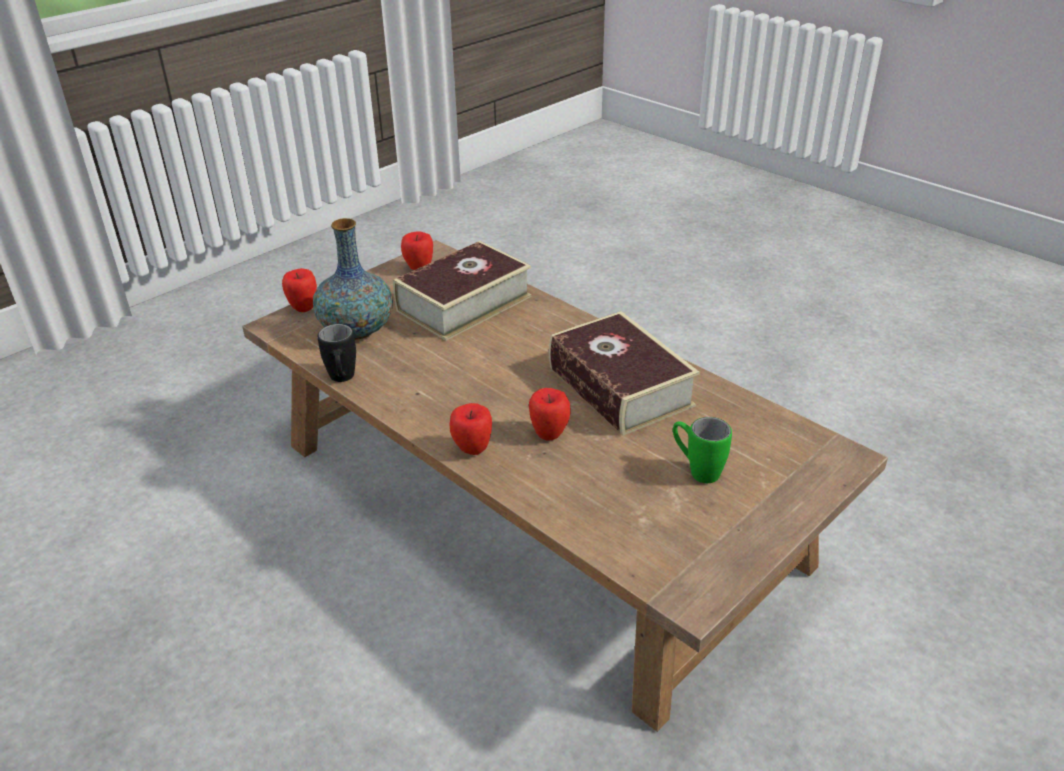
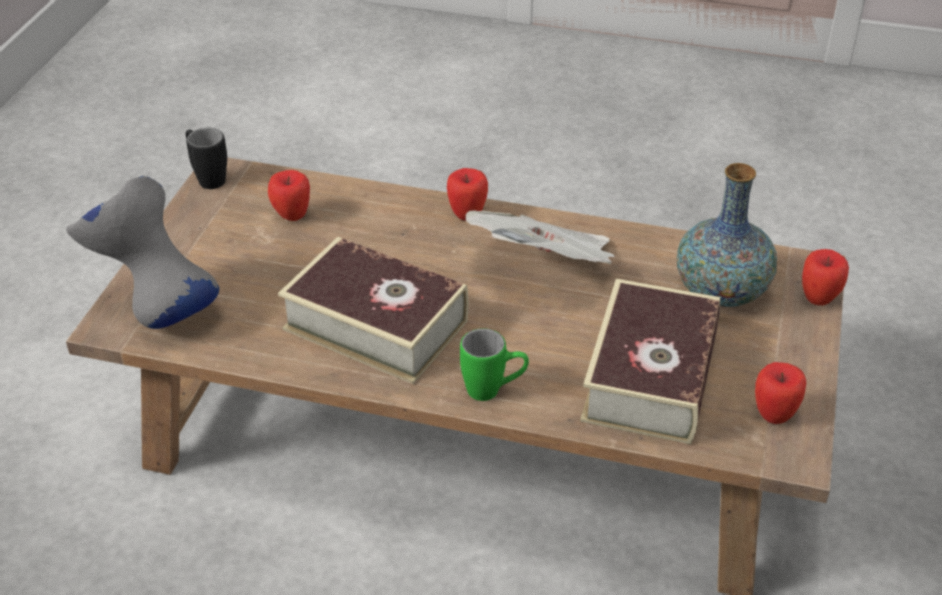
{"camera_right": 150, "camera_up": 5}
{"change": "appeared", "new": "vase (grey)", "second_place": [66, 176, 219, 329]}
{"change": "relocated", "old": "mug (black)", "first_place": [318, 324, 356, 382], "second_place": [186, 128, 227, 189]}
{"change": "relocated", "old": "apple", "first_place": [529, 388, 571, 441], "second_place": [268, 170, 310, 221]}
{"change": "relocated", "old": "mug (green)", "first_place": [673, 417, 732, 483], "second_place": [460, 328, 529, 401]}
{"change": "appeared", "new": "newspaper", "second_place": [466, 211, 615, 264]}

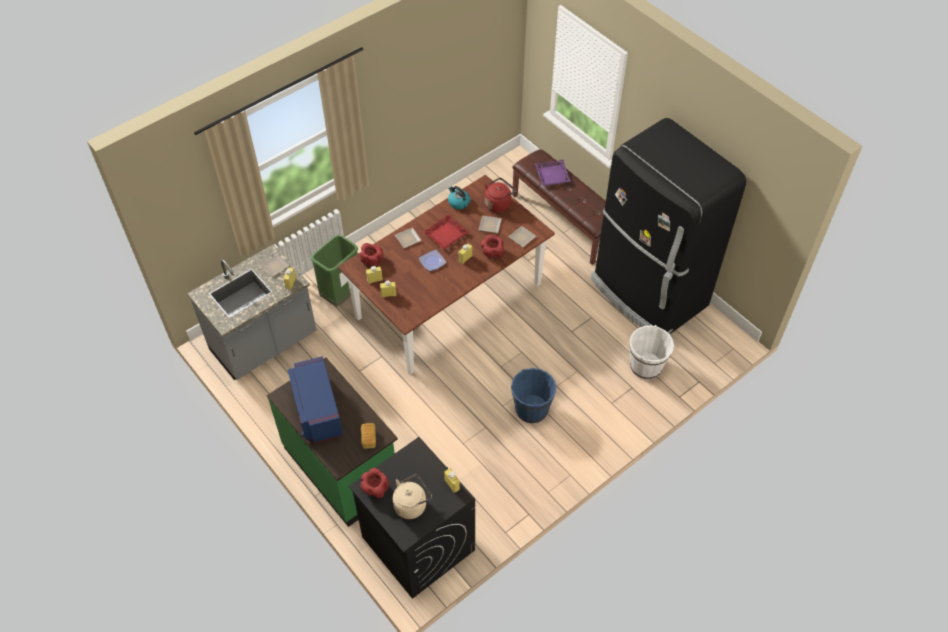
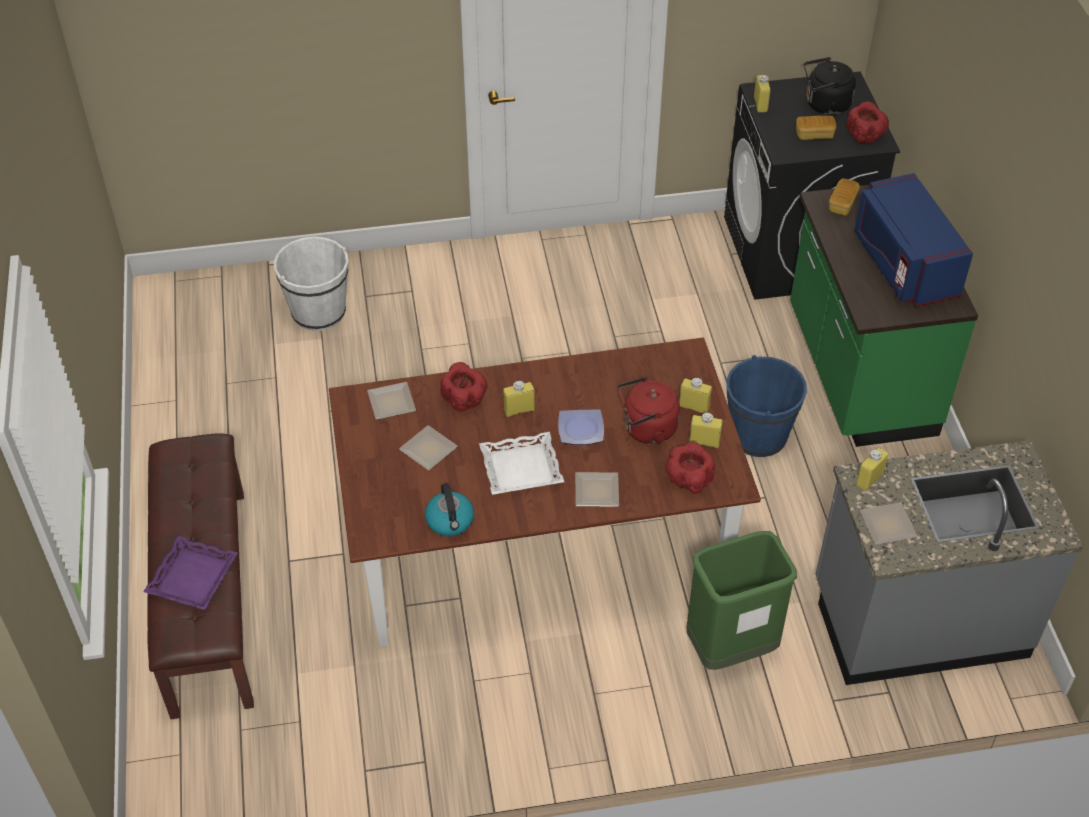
{"camera_right": -150, "camera_up": -5}
{"change": "colour", "old": "tray (red)", "new": "tray (white)", "first_place": [423, 214, 469, 250], "second_place": [479, 432, 564, 495]}
{"change": "relocated", "old": "kettle (red)", "first_place": [485, 178, 517, 212], "second_place": [617, 377, 680, 444]}
{"change": "relocated", "old": "bucket (blue)", "first_place": [511, 368, 556, 423], "second_place": [727, 355, 807, 457]}
{"change": "appeared", "new": "bread", "second_place": [796, 116, 836, 140]}
{"change": "colour", "old": "kettle (beige)", "new": "kettle (black)", "first_place": [393, 475, 432, 519], "second_place": [804, 57, 856, 115]}
{"change": "spun", "old": "microwave (blue)", "first_place": [288, 356, 343, 444], "second_place": [854, 173, 973, 307], "degrees": 150}
{"change": "missing", "old": "fridge (black)", "first_place": [591, 118, 746, 334]}

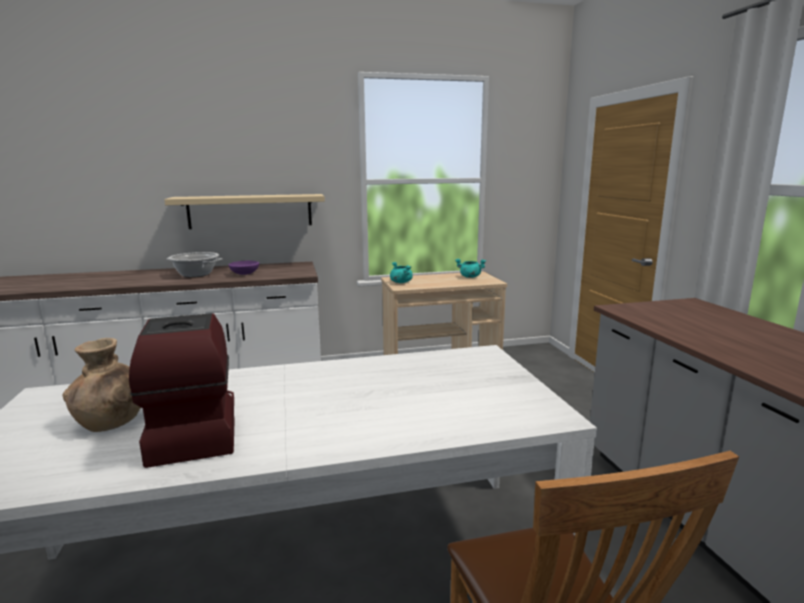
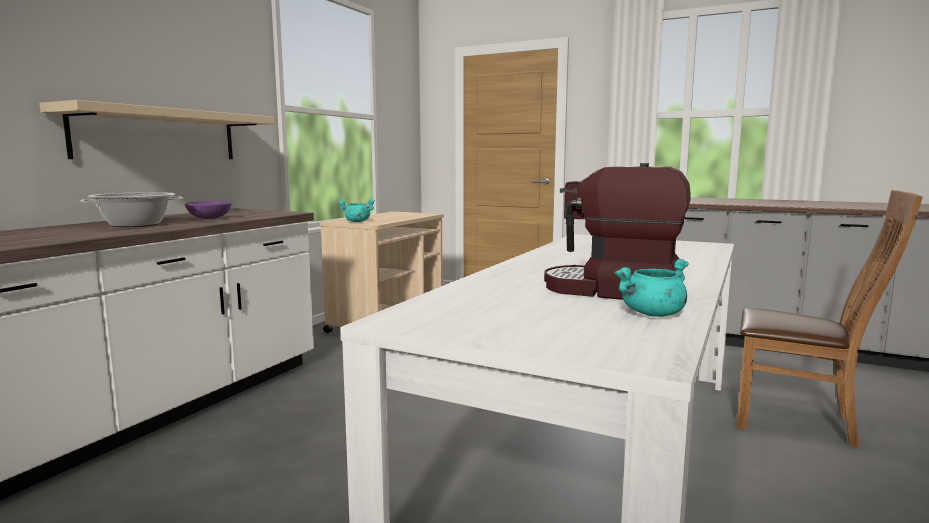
{"camera_right": -50, "camera_up": -5}
{"change": "relocated", "old": "cooking pot (turquoise)", "first_place": [455, 259, 486, 278], "second_place": [615, 259, 689, 317]}
{"change": "missing", "old": "vase (brown)", "first_place": [62, 338, 141, 432]}

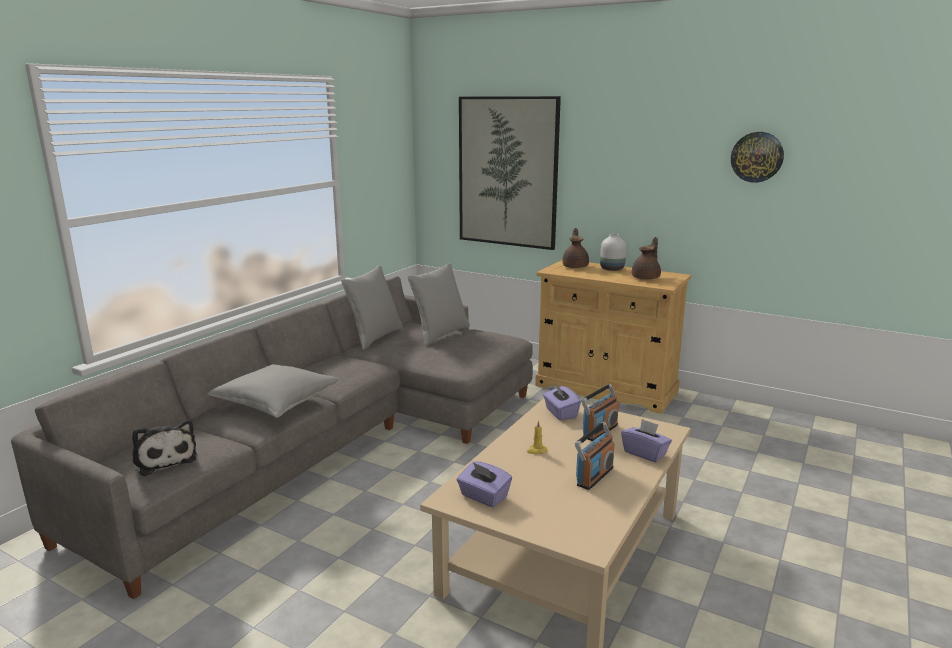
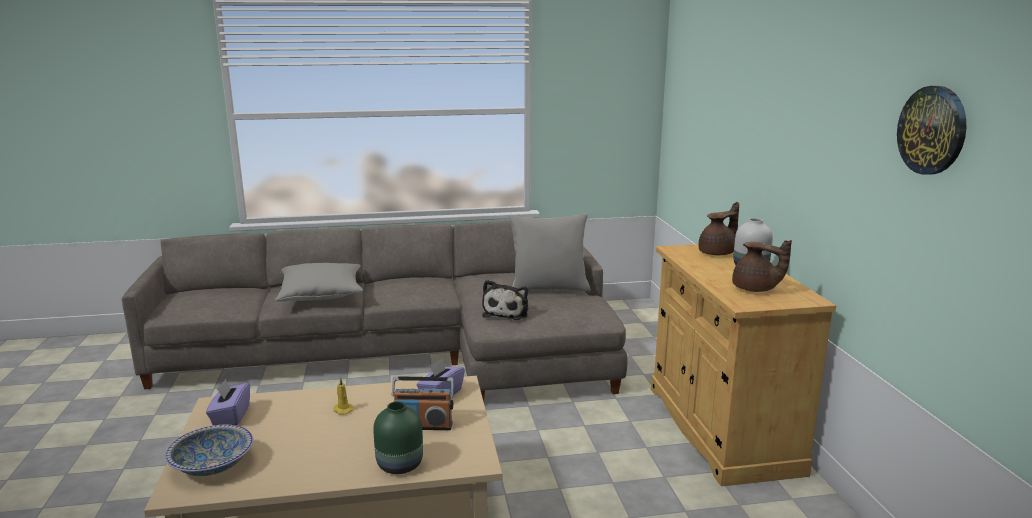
{"camera_right": 50, "camera_up": 0}
{"change": "appeared", "new": "bowl", "second_place": [165, 425, 254, 476]}
{"change": "exchanged", "old": "tissue box (purple)", "new": "vase (green)", "first_place": [621, 419, 672, 462], "second_place": [373, 401, 423, 474]}
{"change": "relocated", "old": "plush toy", "first_place": [132, 420, 198, 476], "second_place": [482, 280, 528, 320]}
{"change": "spun", "old": "teapot (brown)", "first_place": [632, 237, 661, 280], "second_place": [732, 240, 792, 292], "degrees": 45}
{"change": "missing", "old": "pillow (grey)", "first_place": [341, 265, 403, 350]}
{"change": "missing", "old": "picture", "first_place": [459, 96, 561, 250]}
{"change": "missing", "old": "radio", "first_place": [575, 422, 614, 490]}

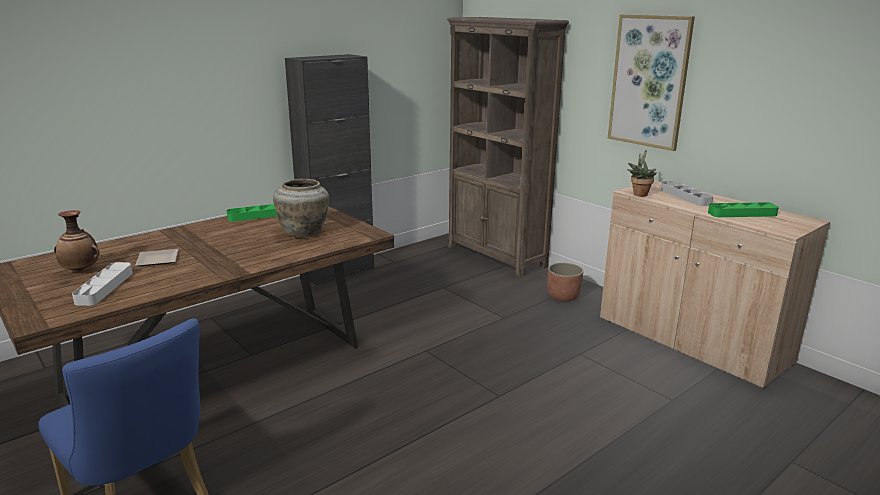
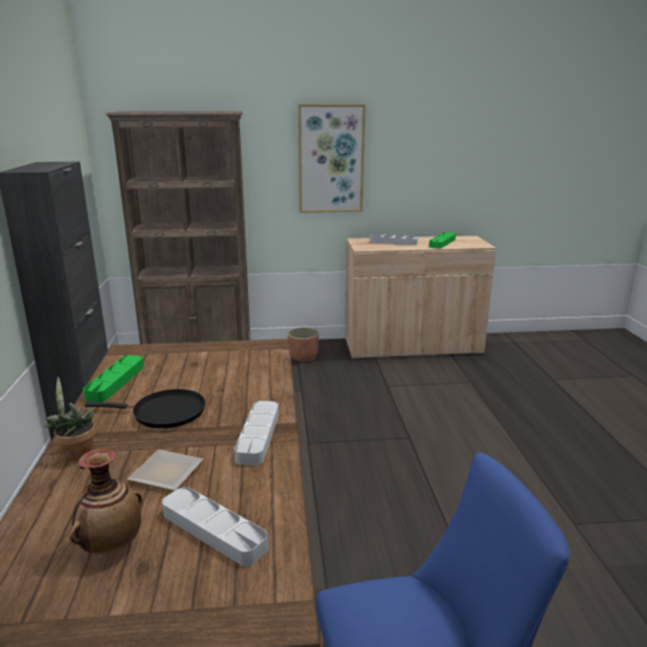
{"camera_right": -55, "camera_up": 0}
{"change": "relocated", "old": "potted plant", "first_place": [627, 150, 657, 197], "second_place": [43, 377, 96, 461]}
{"change": "appeared", "new": "frying pan (black)", "second_place": [84, 389, 205, 428]}
{"change": "appeared", "new": "tray (grey)", "second_place": [234, 401, 279, 466]}
{"change": "missing", "old": "vase (beige)", "first_place": [273, 179, 329, 238]}

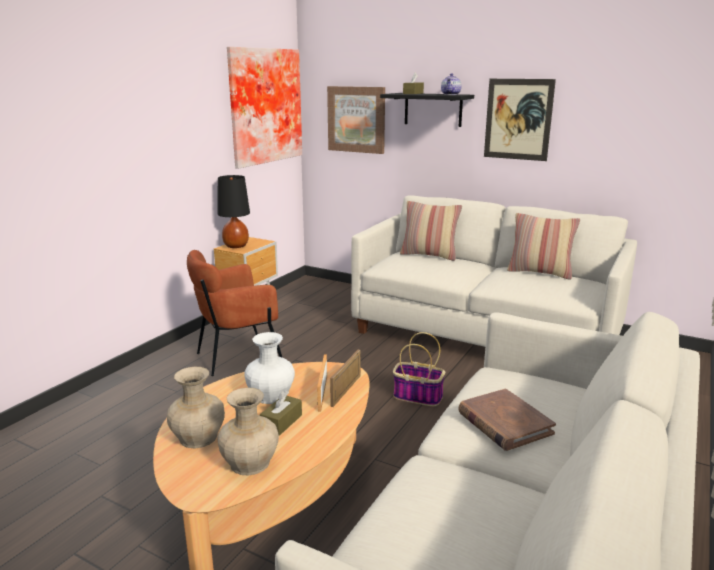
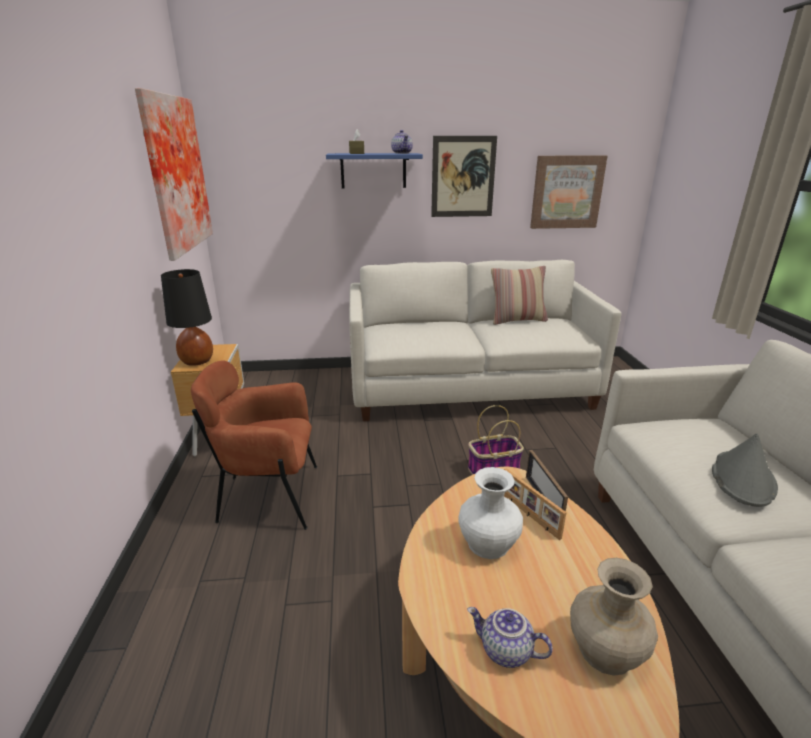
{"camera_right": -35, "camera_up": 5}
{"change": "spun", "old": "armchair (brown)", "first_place": [187, 250, 283, 376], "second_place": [191, 360, 317, 530], "degrees": 60}
{"change": "colour", "old": "shelf (black)", "new": "shelf (blue)", "first_place": [380, 93, 474, 127], "second_place": [326, 153, 423, 188]}
{"change": "exchanged", "old": "vase (beige)", "new": "teapot", "first_place": [167, 367, 225, 448], "second_place": [467, 607, 553, 668]}
{"change": "relocated", "old": "picture", "first_place": [327, 86, 385, 154], "second_place": [530, 155, 607, 229]}
{"change": "exchanged", "old": "book (brown)", "new": "hat (grey)", "first_place": [458, 389, 556, 451], "second_place": [712, 433, 778, 507]}
{"change": "missing", "old": "tissue box (brown)", "first_place": [260, 390, 302, 436]}
{"change": "missing", "old": "pillow", "first_place": [400, 201, 462, 261]}

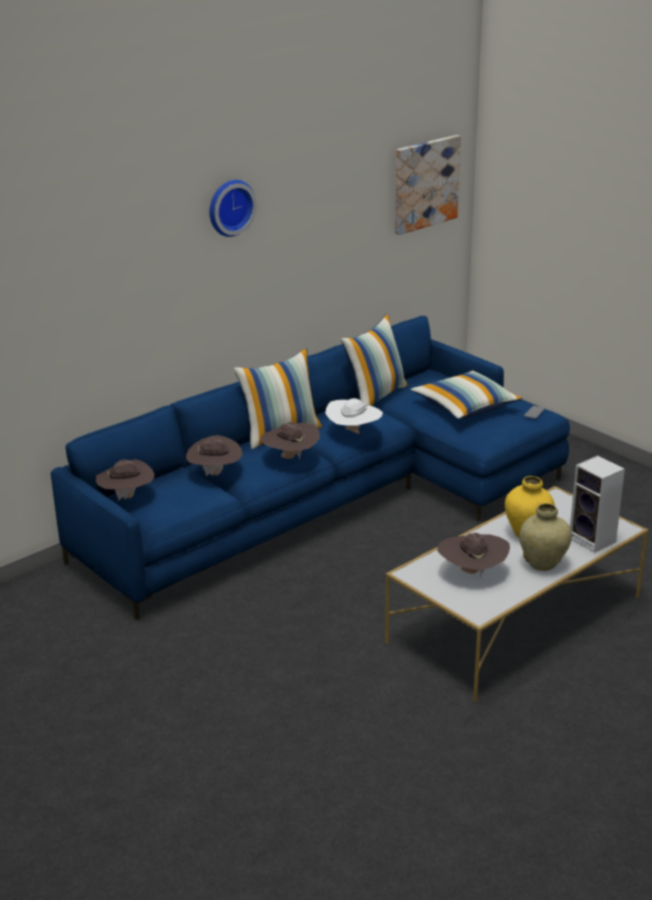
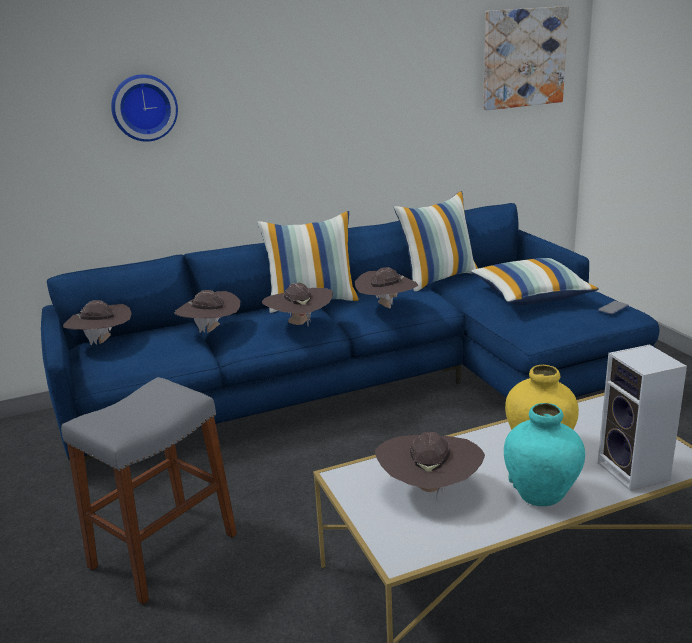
{"camera_right": 20, "camera_up": -5}
{"change": "appeared", "new": "stool (grey)", "second_place": [61, 377, 237, 605]}
{"change": "relocated", "old": "wall clock", "first_place": [210, 180, 257, 237], "second_place": [111, 74, 178, 142]}
{"change": "colour", "old": "hat (white)", "new": "hat (brown)", "first_place": [325, 398, 383, 434], "second_place": [355, 267, 418, 309]}
{"change": "colour", "old": "vase (beige)", "new": "vase (turquoise)", "first_place": [519, 503, 572, 571], "second_place": [504, 403, 585, 506]}

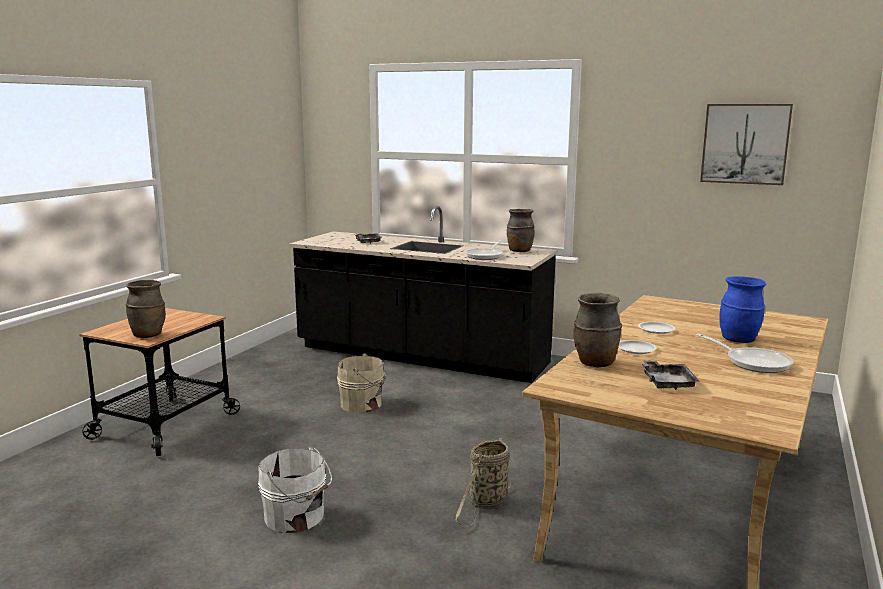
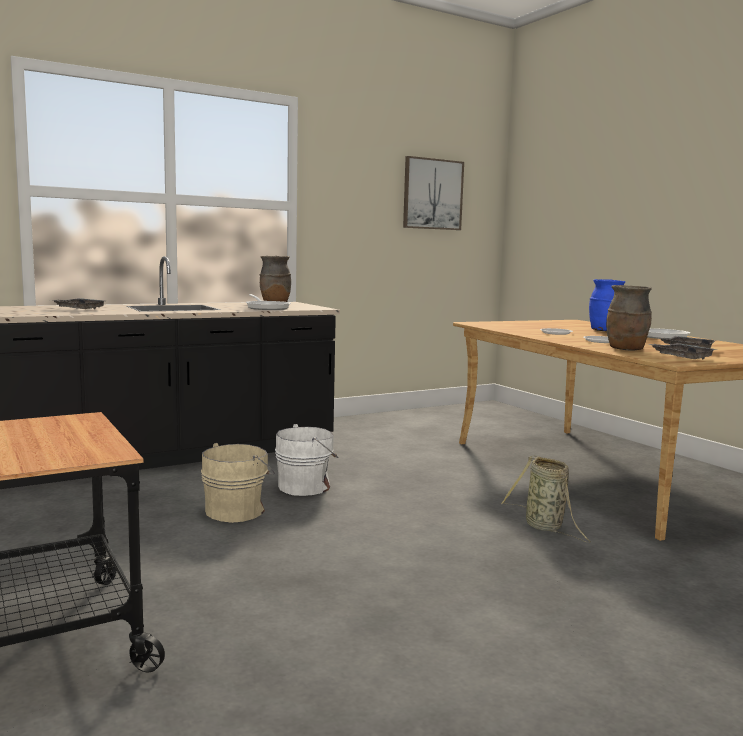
{"camera_right": -55, "camera_up": -5}
{"change": "relocated", "old": "bucket (white)", "first_place": [258, 446, 332, 533], "second_place": [275, 424, 339, 496]}
{"change": "appeared", "new": "tray (grey)", "second_place": [647, 343, 717, 360]}
{"change": "missing", "old": "vase (brown)", "first_place": [126, 280, 166, 338]}

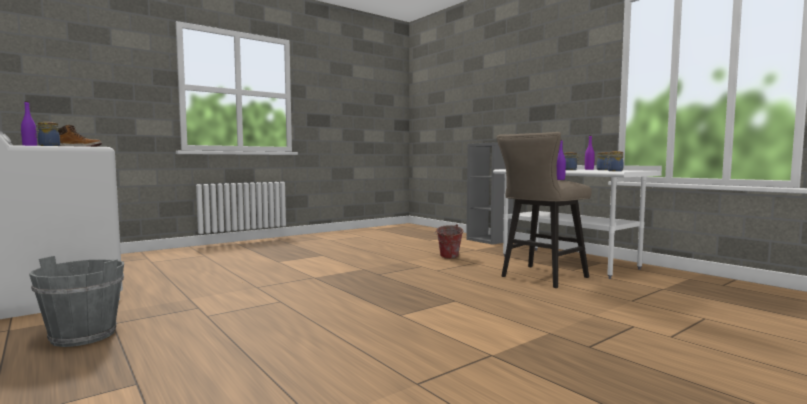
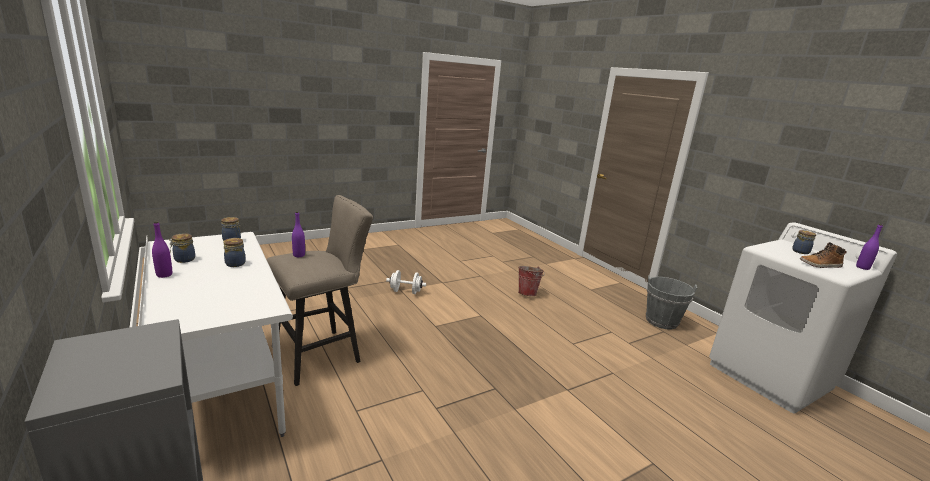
{"camera_right": -175, "camera_up": 15}
{"change": "appeared", "new": "dumbbell (white)", "second_place": [386, 270, 426, 294]}
{"change": "relocated", "old": "bucket", "first_place": [436, 224, 463, 259], "second_place": [518, 266, 545, 296]}

